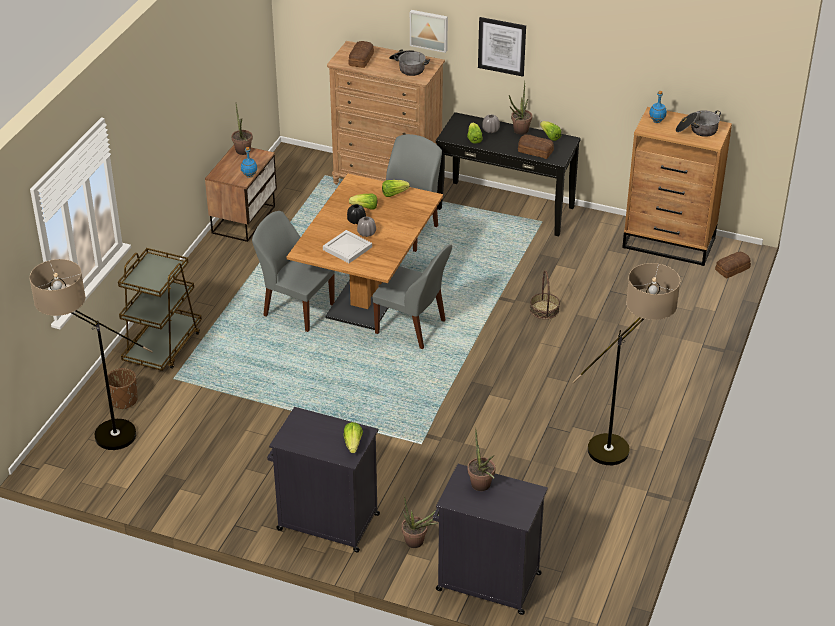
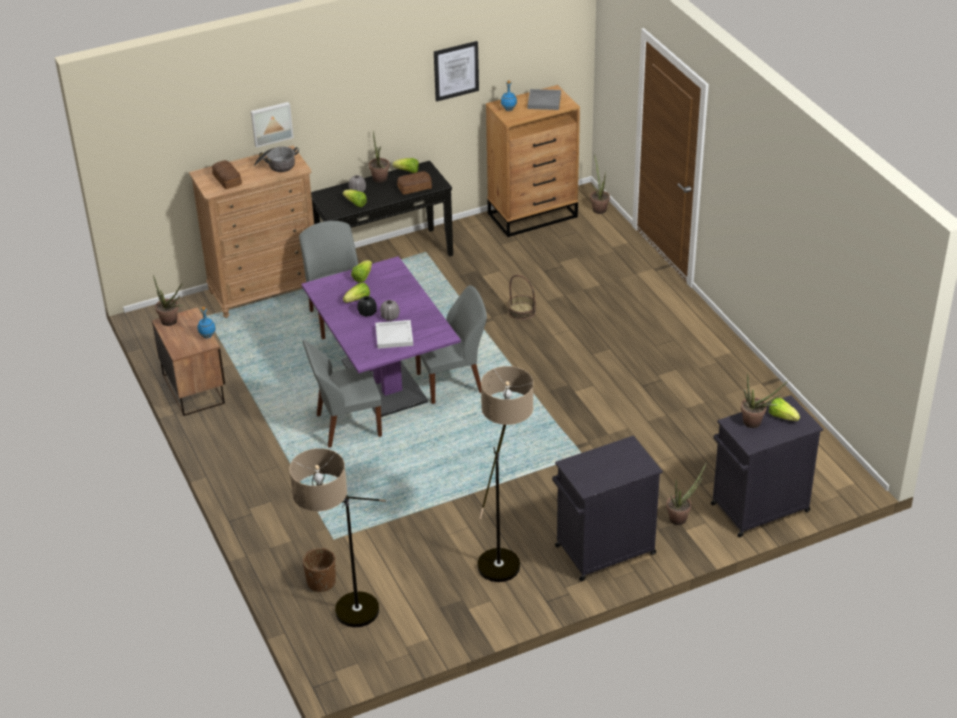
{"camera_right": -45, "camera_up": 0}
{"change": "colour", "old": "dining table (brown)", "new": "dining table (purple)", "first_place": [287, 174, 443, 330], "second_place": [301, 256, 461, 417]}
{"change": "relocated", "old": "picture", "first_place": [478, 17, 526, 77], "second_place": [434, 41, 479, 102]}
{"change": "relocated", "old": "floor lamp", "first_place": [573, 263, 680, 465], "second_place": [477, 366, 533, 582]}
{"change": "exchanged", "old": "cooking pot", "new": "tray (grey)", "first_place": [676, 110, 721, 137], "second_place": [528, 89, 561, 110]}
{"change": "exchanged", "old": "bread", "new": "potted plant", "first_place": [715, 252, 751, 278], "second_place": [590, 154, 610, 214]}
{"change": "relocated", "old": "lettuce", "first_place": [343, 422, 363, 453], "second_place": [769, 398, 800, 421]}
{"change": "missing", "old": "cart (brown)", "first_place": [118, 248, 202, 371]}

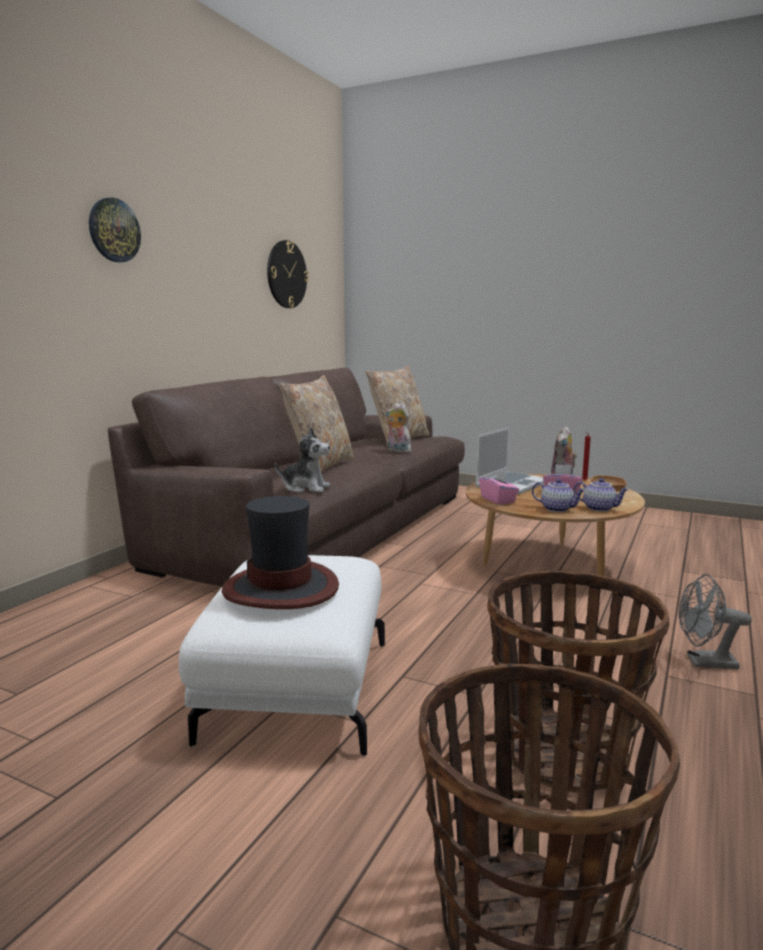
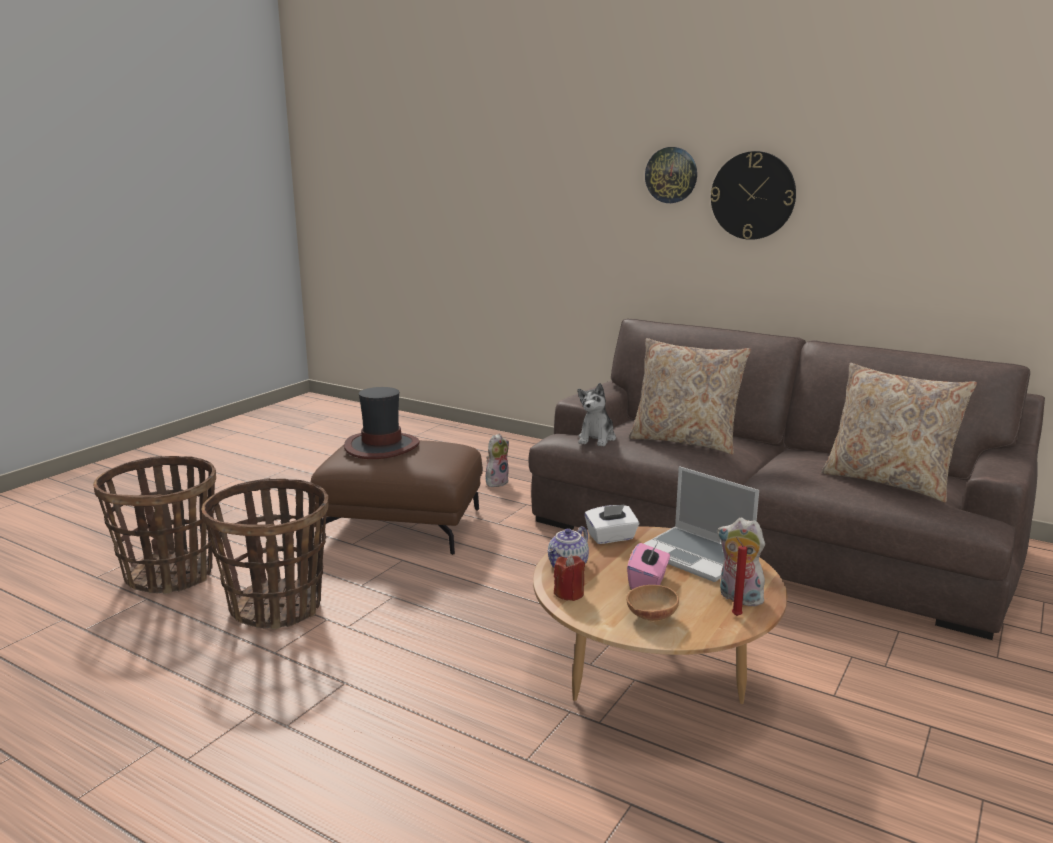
{"camera_right": 95, "camera_up": 5}
{"change": "colour", "old": "ottoman (white)", "new": "ottoman (brown)", "first_place": [179, 555, 385, 756], "second_place": [311, 440, 483, 555]}
{"change": "relocated", "old": "plush toy", "first_place": [385, 403, 411, 453], "second_place": [486, 434, 509, 487]}
{"change": "exchanged", "old": "teapot", "new": "candle (red)", "first_place": [573, 478, 629, 512], "second_place": [554, 555, 585, 601]}
{"change": "colour", "old": "tissue box (pink)", "new": "tissue box (white)", "first_place": [479, 470, 519, 505], "second_place": [585, 504, 639, 544]}
{"change": "relocated", "old": "wall clock", "first_place": [267, 240, 309, 308], "second_place": [710, 151, 796, 240]}
{"change": "missing", "old": "fan (grey)", "first_place": [679, 574, 752, 669]}

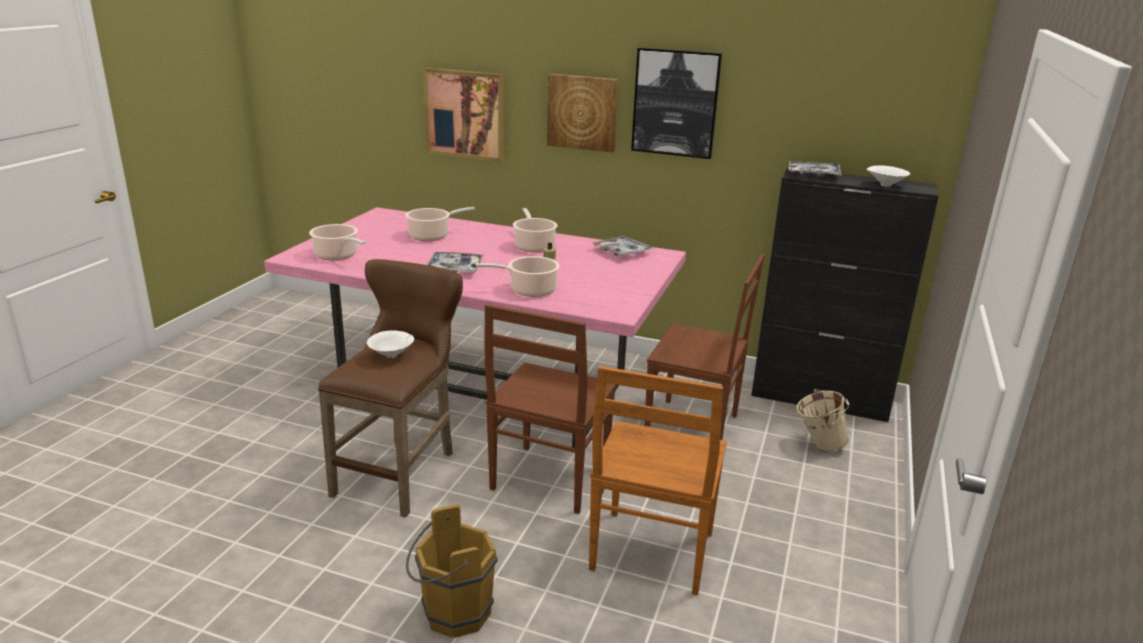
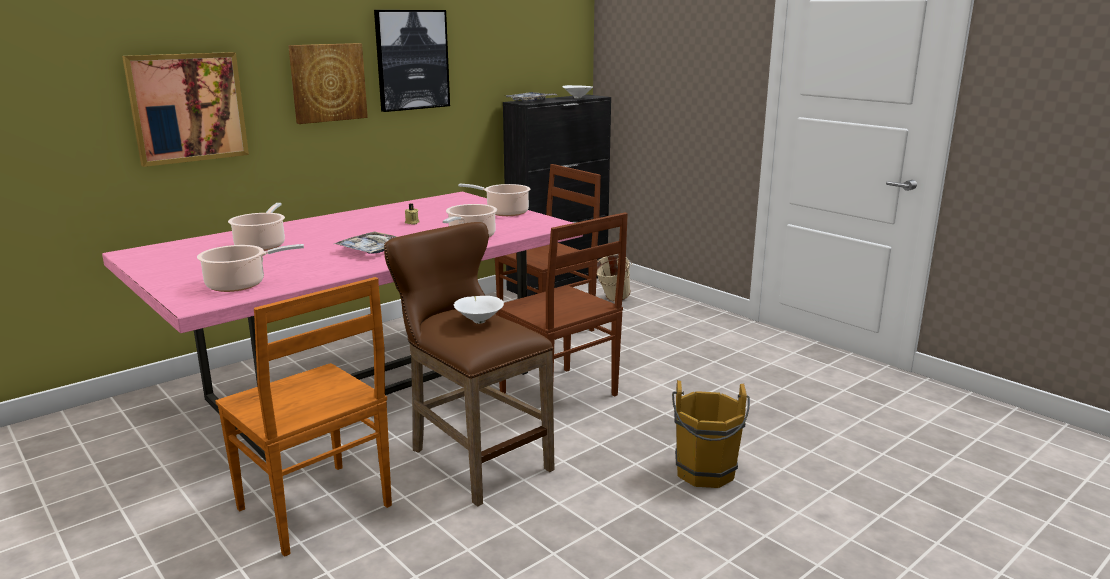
{"camera_right": -60, "camera_up": -5}
{"change": "relocated", "old": "chair (brown)", "first_place": [589, 366, 727, 595], "second_place": [216, 277, 392, 557]}
{"change": "relocated", "old": "cooking pot", "first_place": [513, 208, 558, 252], "second_place": [458, 184, 531, 216]}
{"change": "missing", "old": "tray", "first_place": [592, 236, 655, 256]}

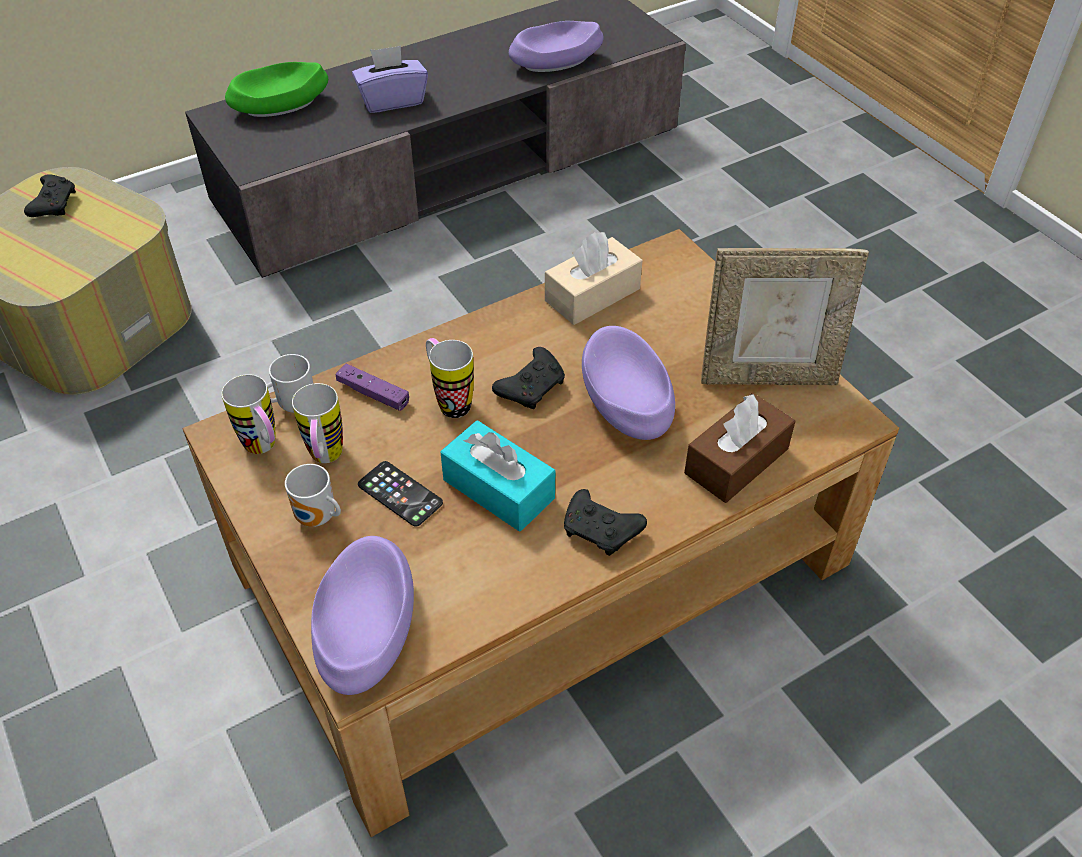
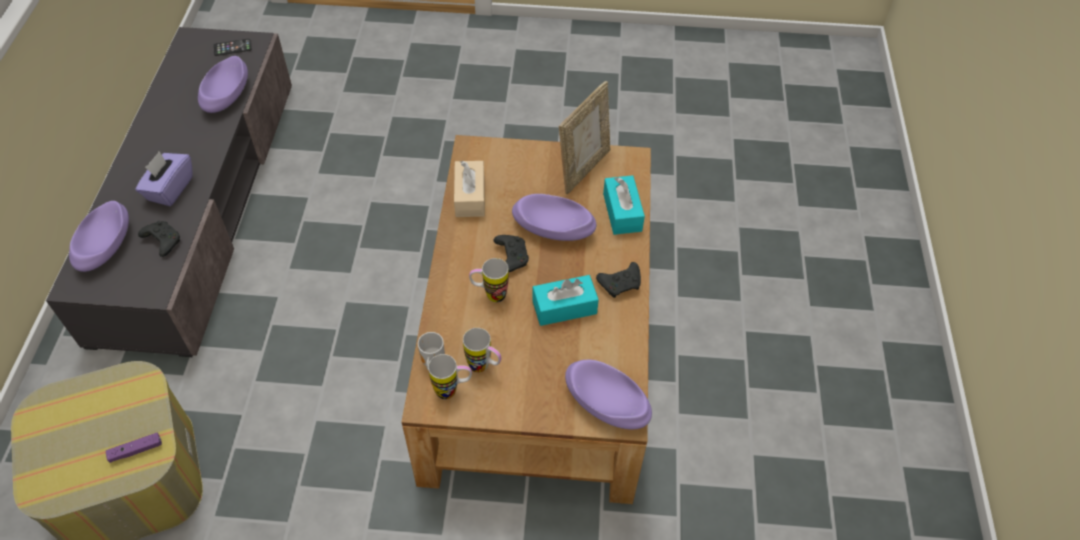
{"camera_right": -55, "camera_up": 5}
{"change": "colour", "old": "bowl (green)", "new": "bowl (purple)", "first_place": [225, 62, 328, 117], "second_place": [69, 201, 129, 272]}
{"change": "relocated", "old": "game controller (purple)", "first_place": [335, 364, 409, 411], "second_place": [106, 433, 162, 463]}
{"change": "relocated", "old": "game controller (black)", "first_place": [24, 174, 76, 217], "second_place": [138, 221, 180, 257]}
{"change": "relocated", "old": "phone", "first_place": [358, 461, 443, 527], "second_place": [213, 39, 252, 56]}
{"change": "colour", "old": "tissue box (brown)", "new": "tissue box (turquoise)", "first_place": [684, 393, 795, 503], "second_place": [603, 175, 645, 235]}
{"change": "missing", "old": "mug", "first_place": [285, 464, 341, 527]}

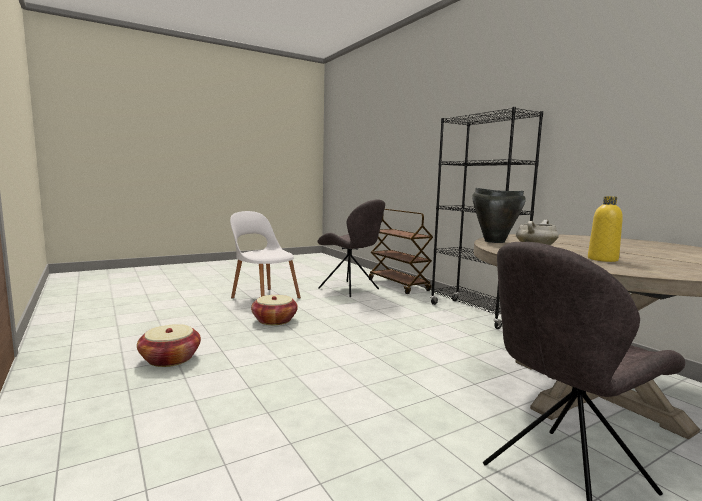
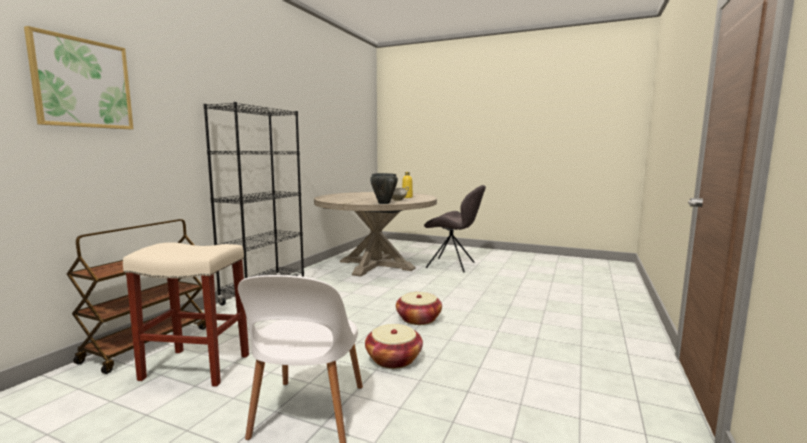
{"camera_right": -125, "camera_up": 0}
{"change": "appeared", "new": "picture", "second_place": [24, 26, 133, 129]}
{"change": "exchanged", "old": "chair (grey)", "new": "stool (beige)", "first_place": [317, 199, 385, 297], "second_place": [123, 242, 249, 387]}
{"change": "relocated", "old": "basket", "first_place": [137, 324, 201, 367], "second_place": [396, 292, 442, 325]}

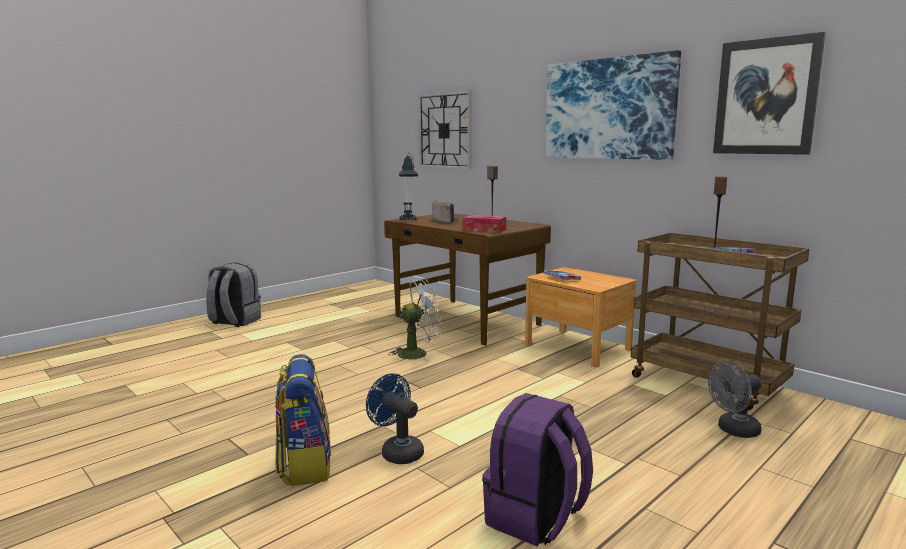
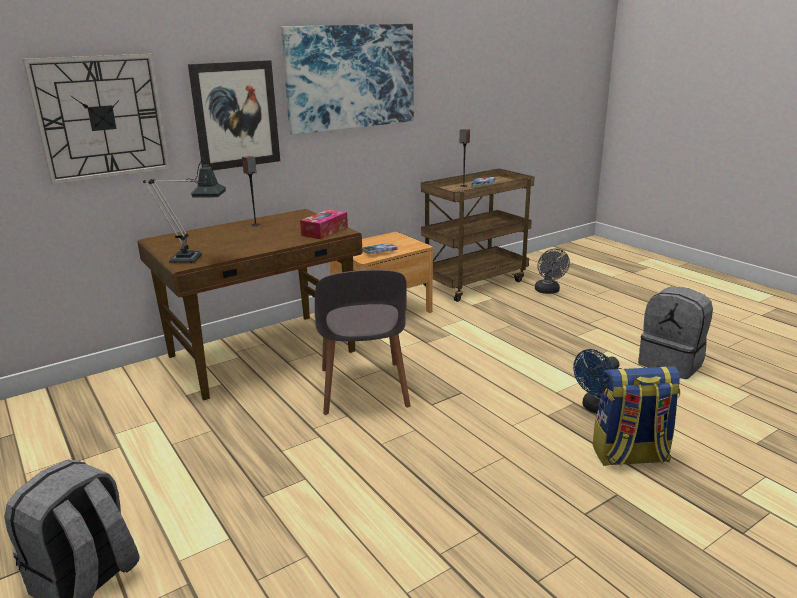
{"camera_right": -80, "camera_up": 10}
{"change": "relocated", "old": "picture", "first_place": [713, 32, 826, 155], "second_place": [188, 60, 280, 170]}
{"change": "exchanged", "old": "fan (white)", "new": "chair (grey)", "first_place": [388, 278, 442, 362], "second_place": [315, 270, 410, 415]}
{"change": "colour", "old": "backpack (purple)", "new": "backpack (grey)", "first_place": [482, 393, 593, 546], "second_place": [638, 287, 713, 379]}
{"change": "missing", "old": "radio", "first_place": [432, 201, 461, 223]}

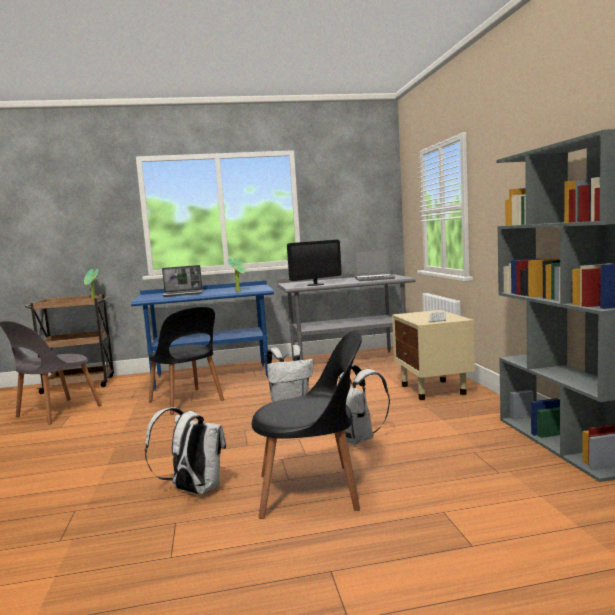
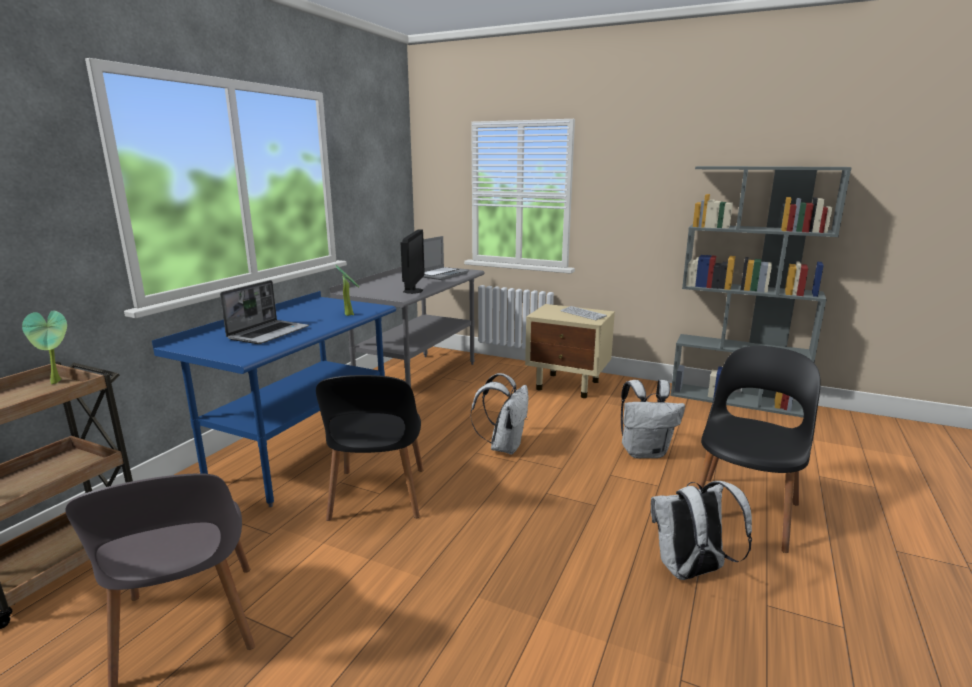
{"camera_right": -55, "camera_up": 10}
{"change": "spun", "old": "chair (black)", "first_place": [149, 307, 224, 415], "second_place": [316, 375, 423, 521], "degrees": 90}

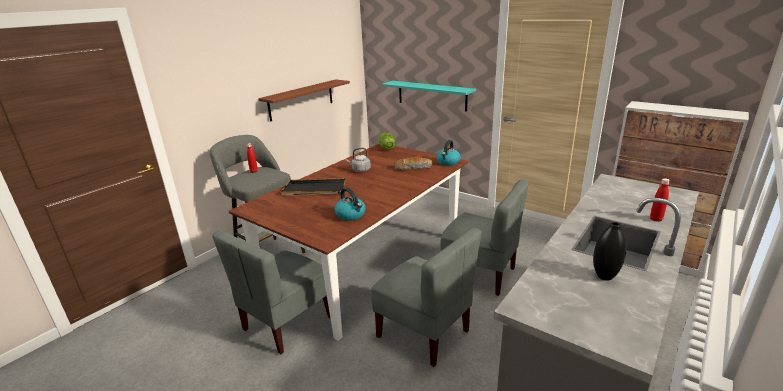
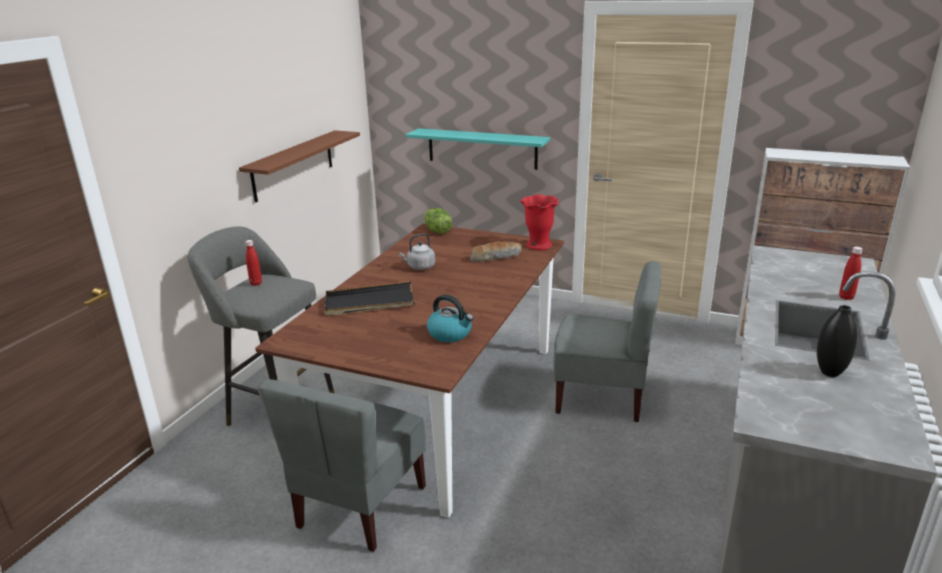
{"camera_right": -15, "camera_up": 0}
{"change": "exchanged", "old": "kettle", "new": "vase (red)", "first_place": [437, 140, 461, 166], "second_place": [520, 194, 558, 250]}
{"change": "missing", "old": "chair (grey)", "first_place": [371, 228, 482, 367]}

